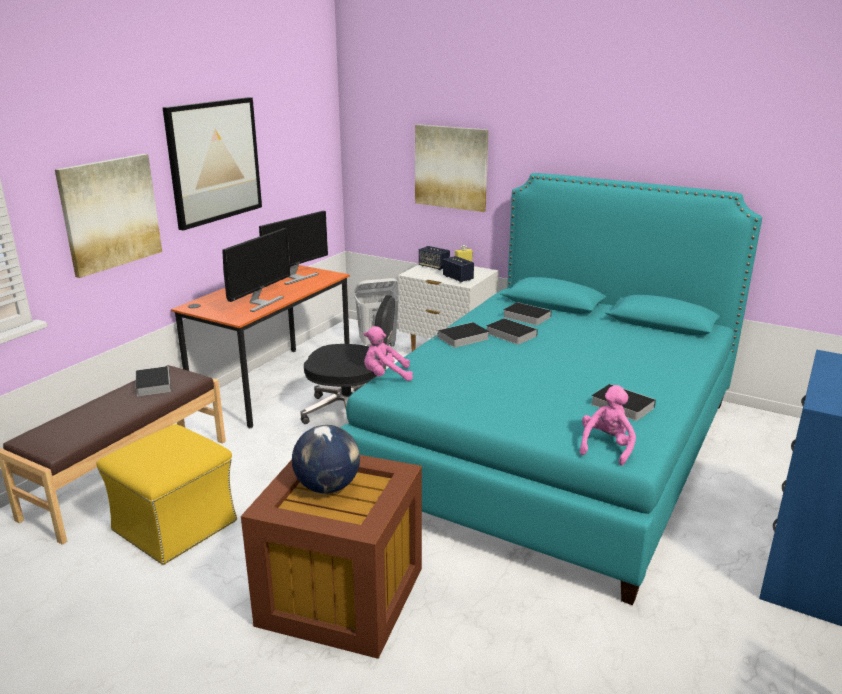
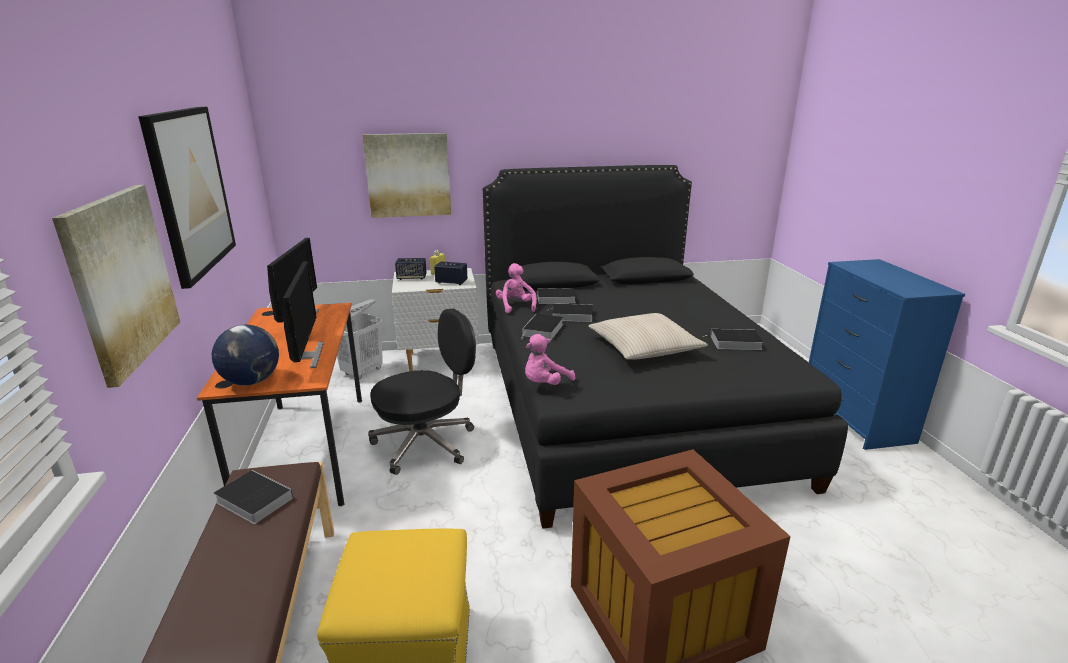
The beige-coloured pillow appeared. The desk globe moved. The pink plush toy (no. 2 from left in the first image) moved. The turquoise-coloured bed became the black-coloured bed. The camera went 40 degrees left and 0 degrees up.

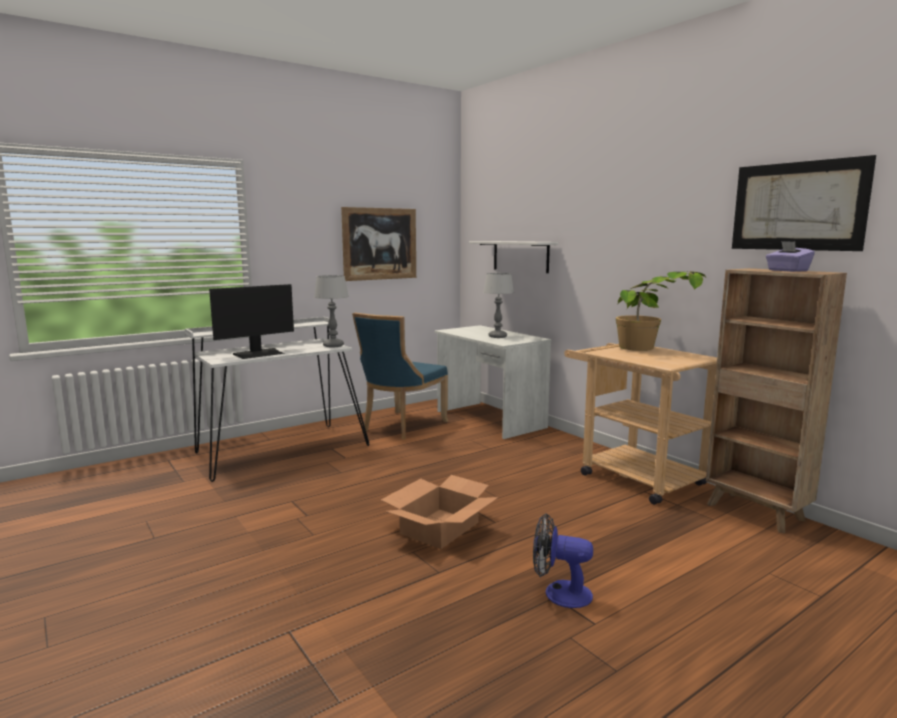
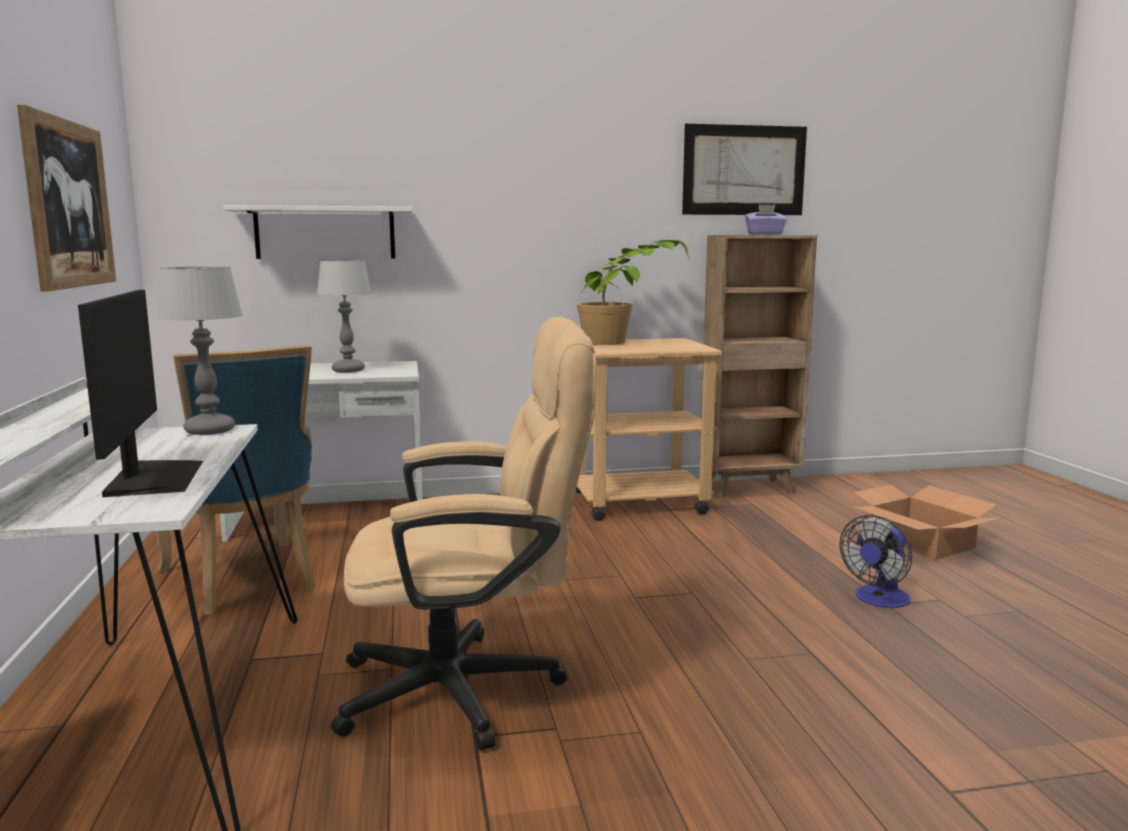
The beige-coloured desk chair appeared. The carton moved. The camera went 65 degrees left and 0 degrees up.

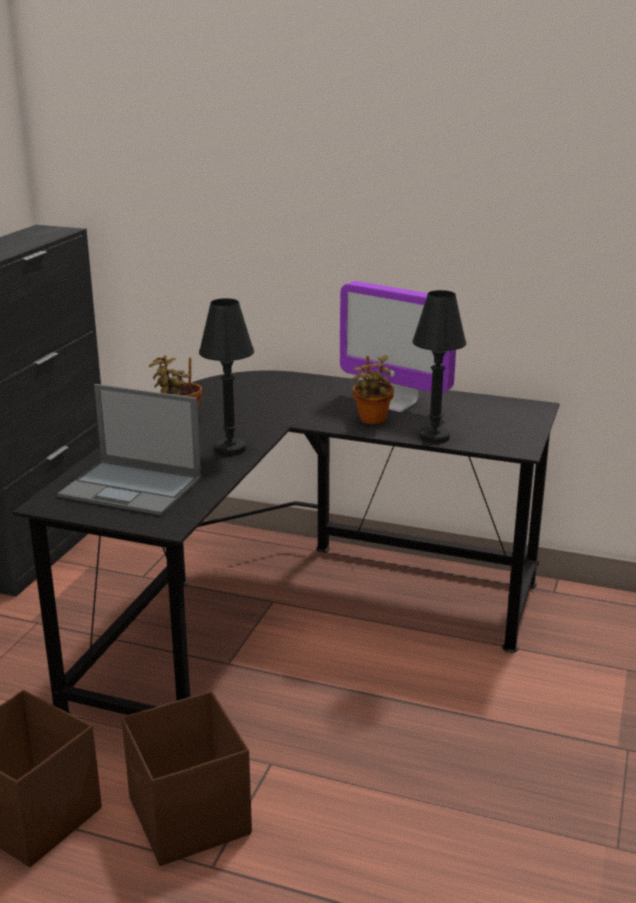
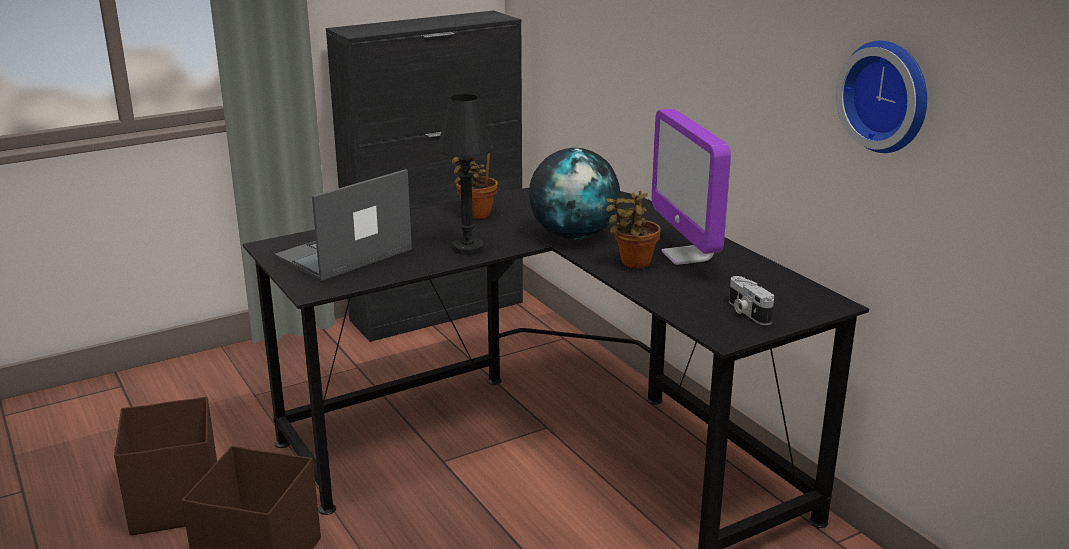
The black-coloured lamp for a table (no. 2 from left) disappeared. The desk globe appeared. The still camera appeared. The clock on the wall appeared. The notebook computer turned 75 degrees clockwise. The camera went 40 degrees right and 0 degrees up.

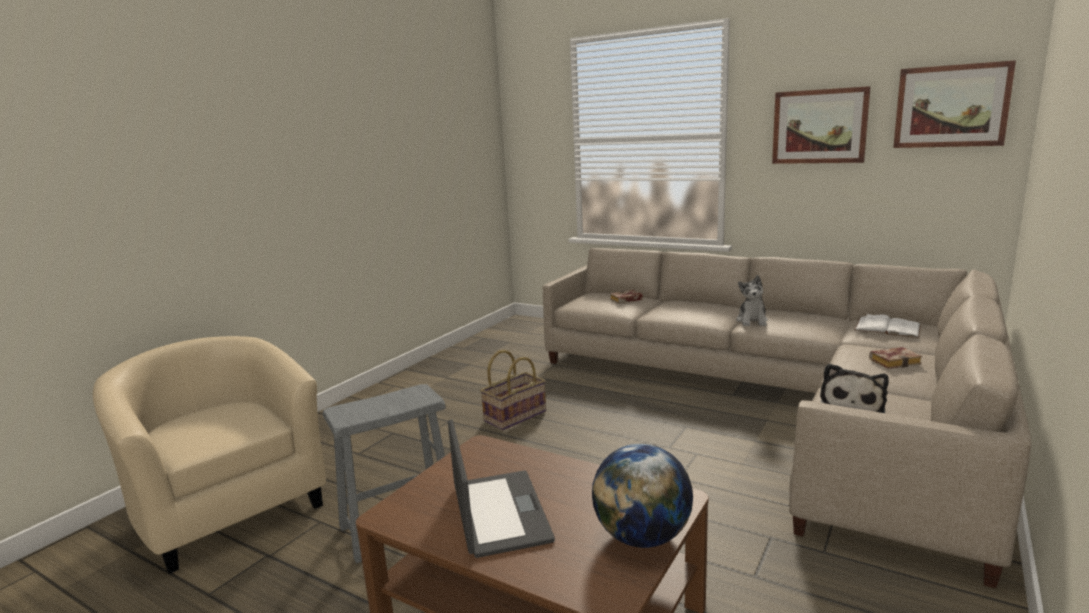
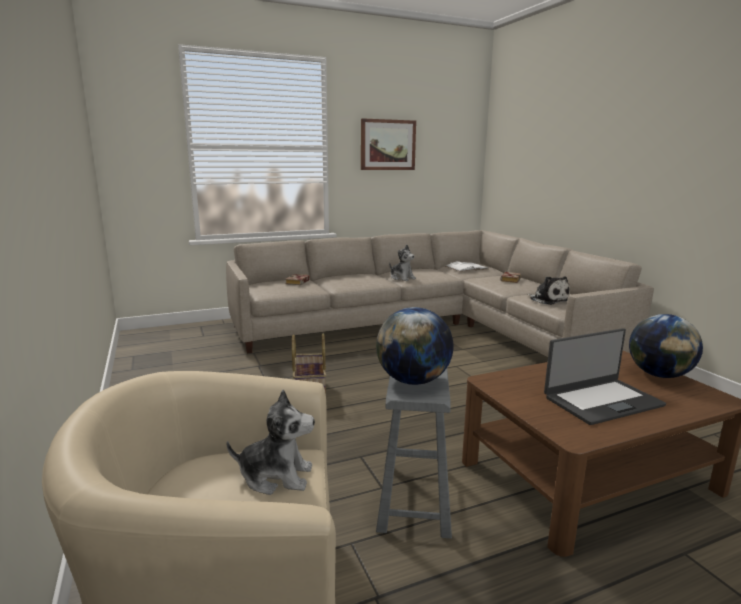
The picture (no. 2 from left) disappeared. The plush toy (no. 1 from left) appeared. The desk globe (no. 1 from left) appeared. The notebook computer turned 135 degrees clockwise. The camera went 55 degrees left and 0 degrees up.

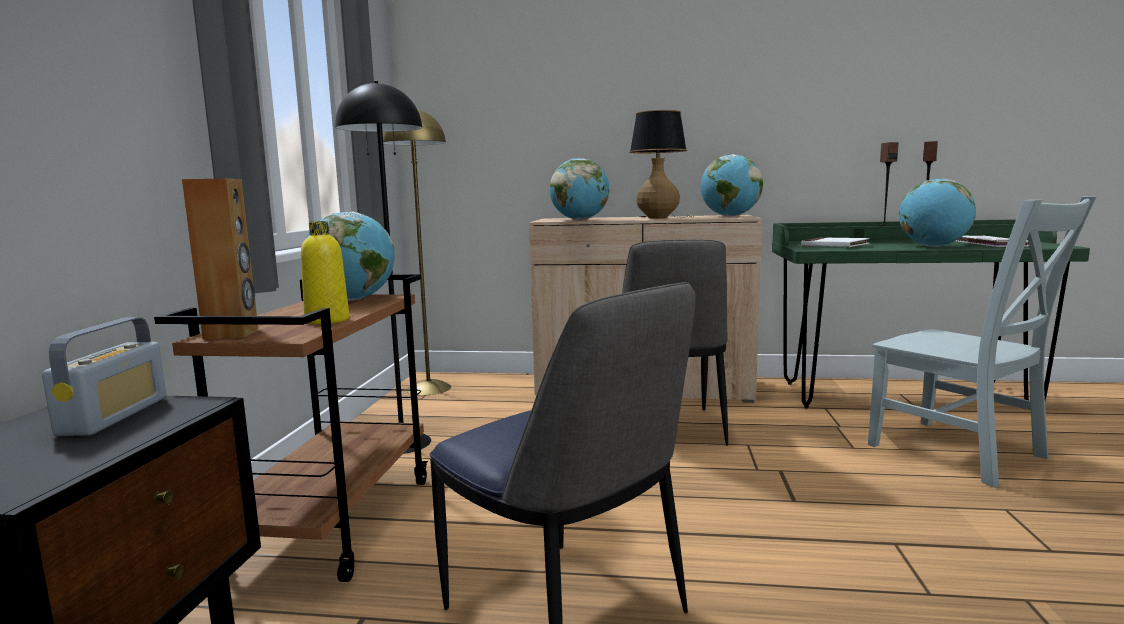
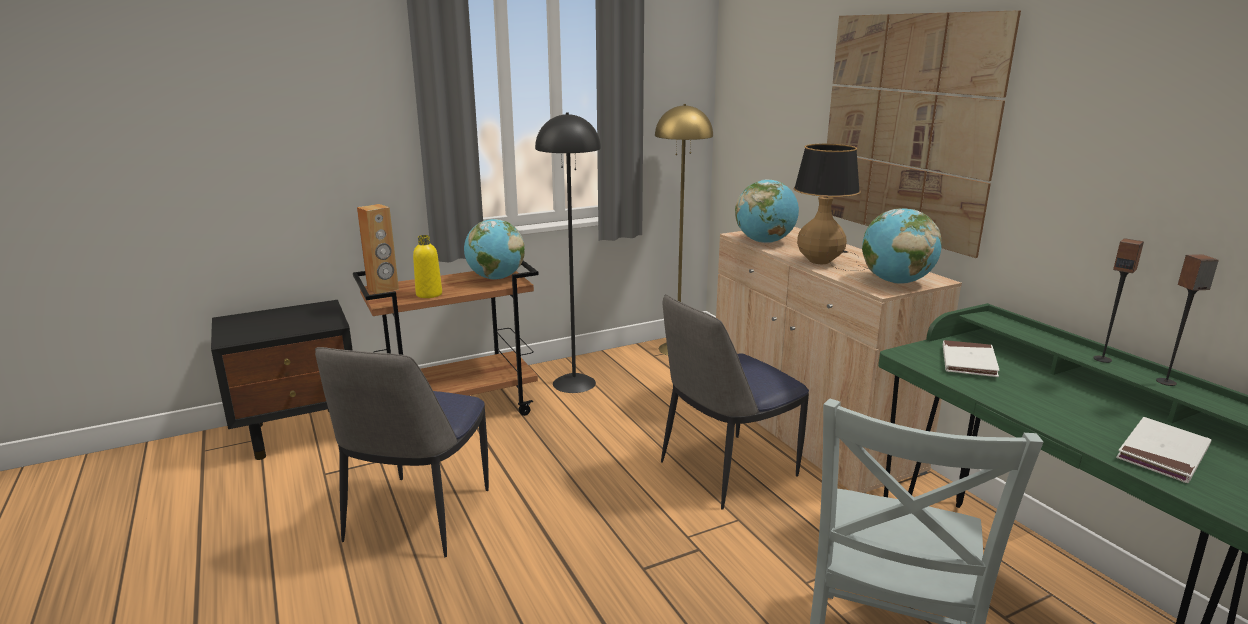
The radio receiver disappeared. The desk globe (no. 4 from left) disappeared. The picture appeared. The camera went 55 degrees right and 10 degrees up.

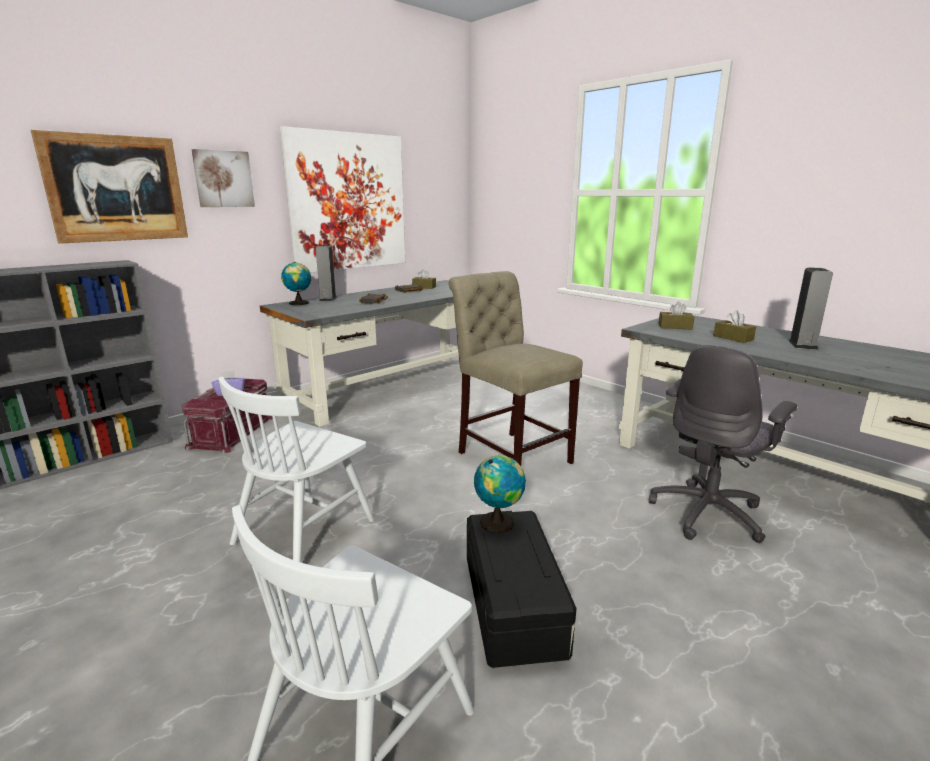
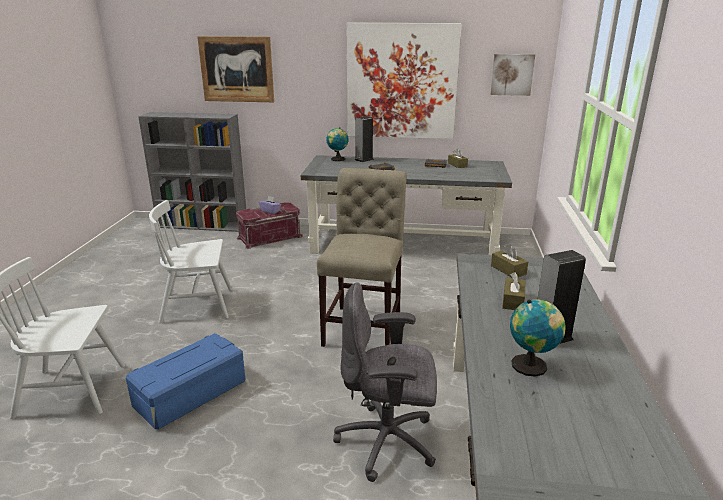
The picture (no. 2 from left in the first image) moved. The desk globe (no. 2 from left) moved. The black-coloured storage container became the blue-coloured storage container. The camera went 50 degrees right and 5 degrees up.

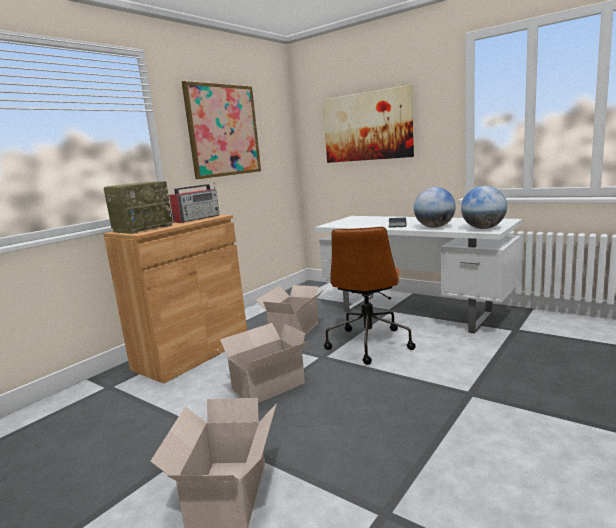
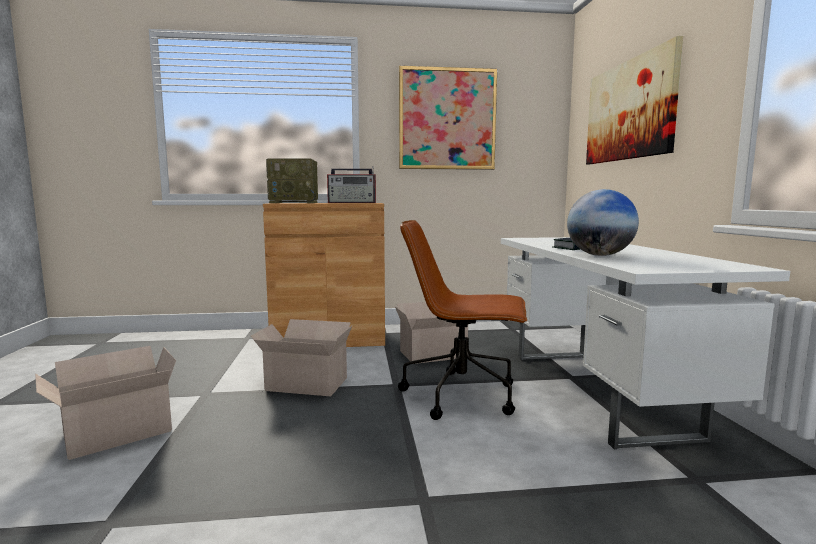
The desk globe (no. 2 from left) disappeared. The brown-coloured desk chair turned 45 degrees clockwise. The camera went 45 degrees right and 5 degrees down.

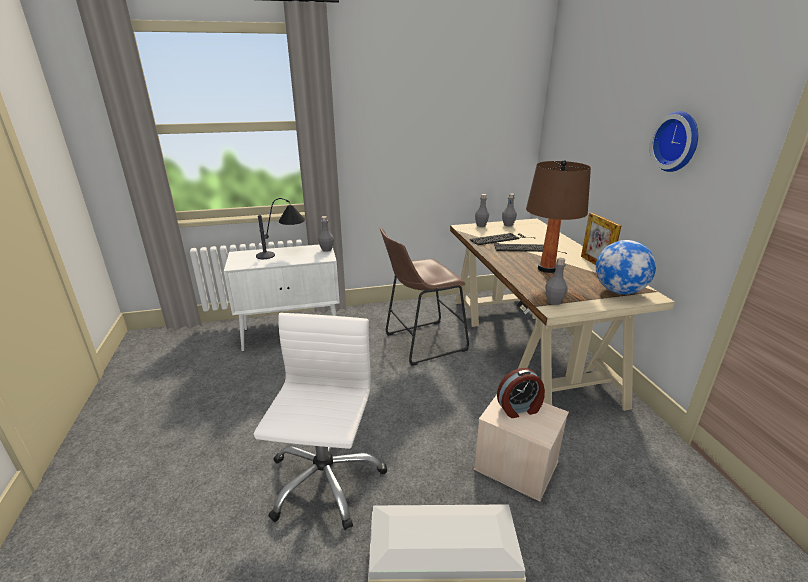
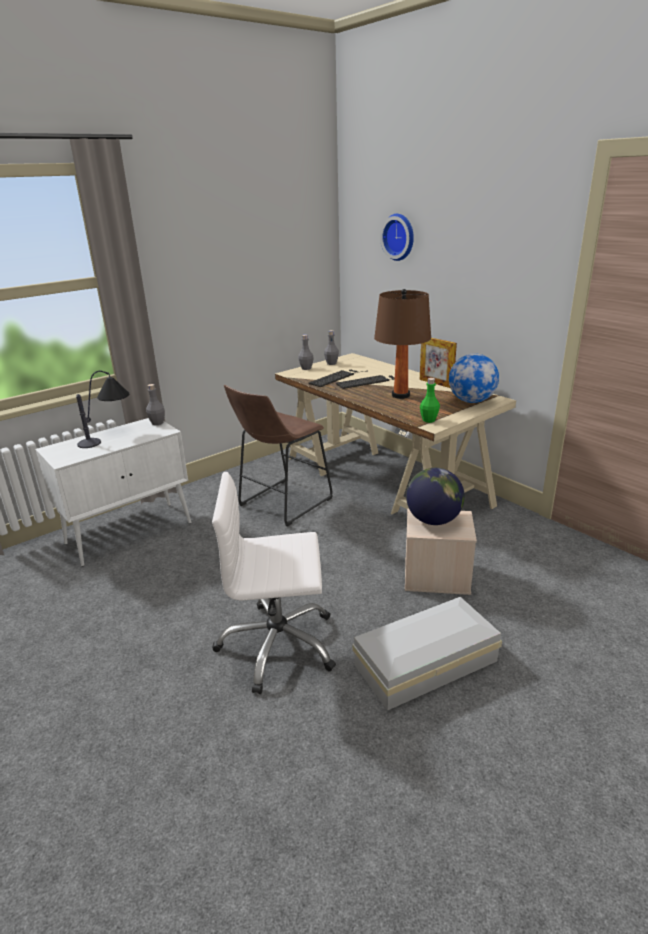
The clock on the wall moved. The alarm clock was replaced by the desk globe (no. 1 from left). The greyish beverage bottle (no. 4 from left) became the green-coloured beverage bottle. The white-coloured desk chair turned 75 degrees counterclockwise. The camera went 25 degrees left and 0 degrees up.

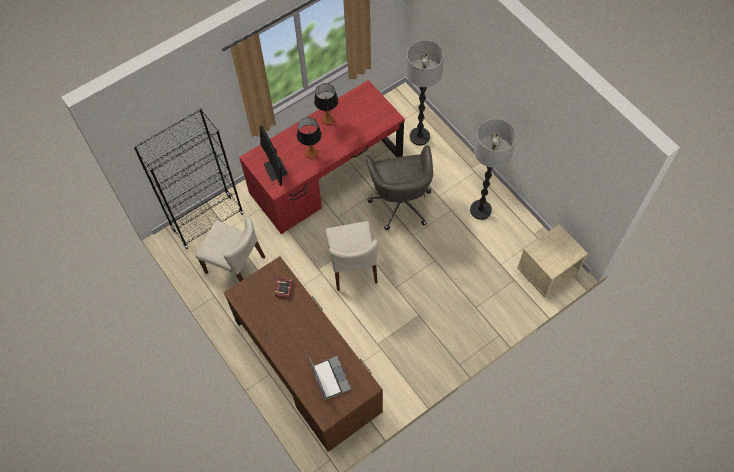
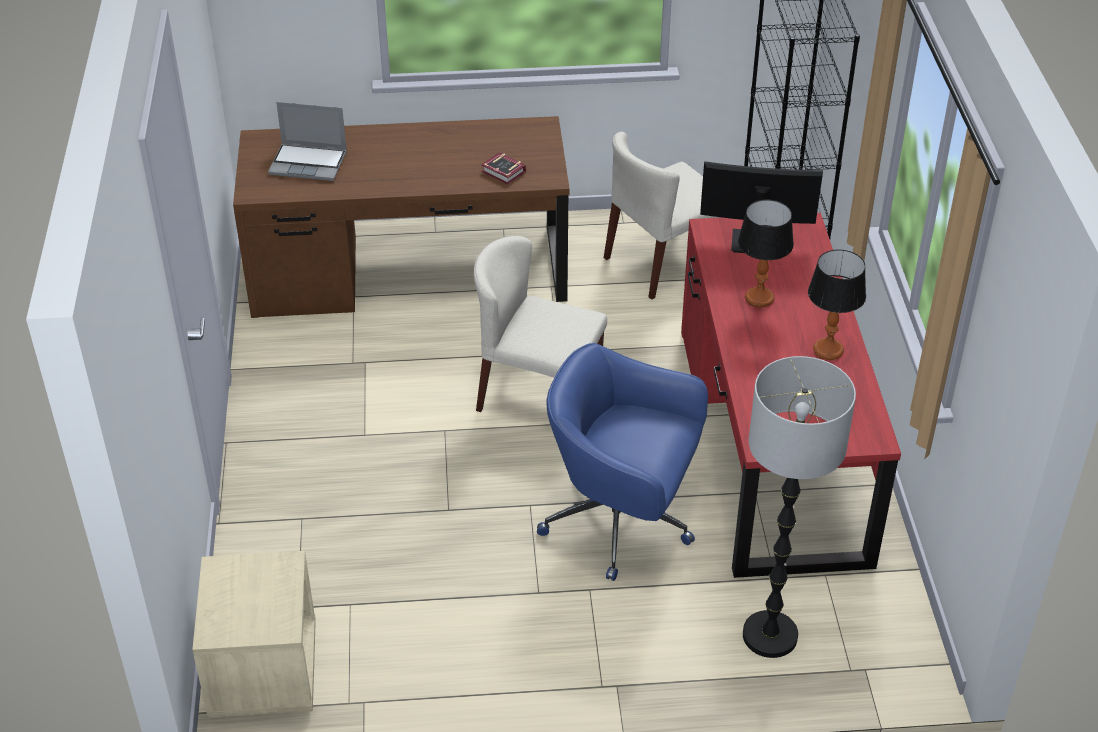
The standing lamp (no. 2 from left) disappeared. The greyish desk chair became the blue-coloured desk chair. The camera went 120 degrees right and 20 degrees down.

